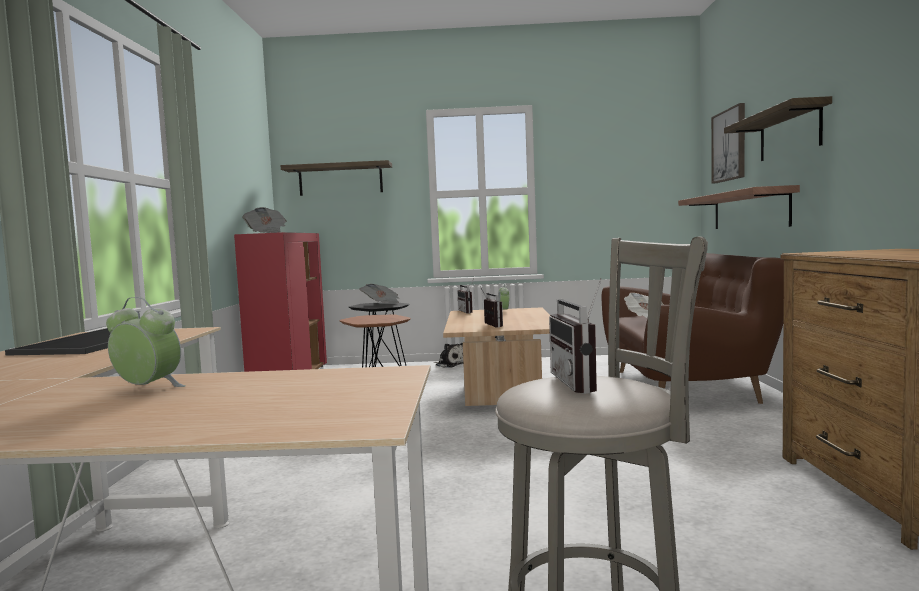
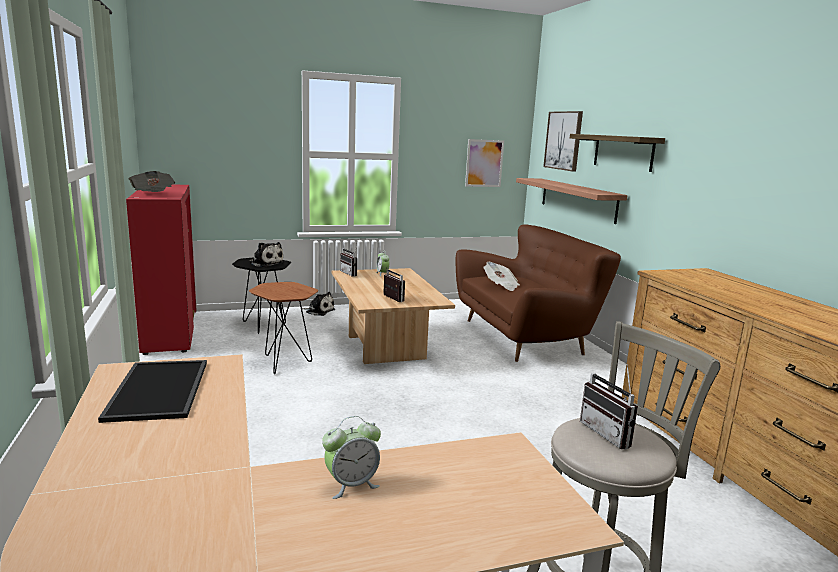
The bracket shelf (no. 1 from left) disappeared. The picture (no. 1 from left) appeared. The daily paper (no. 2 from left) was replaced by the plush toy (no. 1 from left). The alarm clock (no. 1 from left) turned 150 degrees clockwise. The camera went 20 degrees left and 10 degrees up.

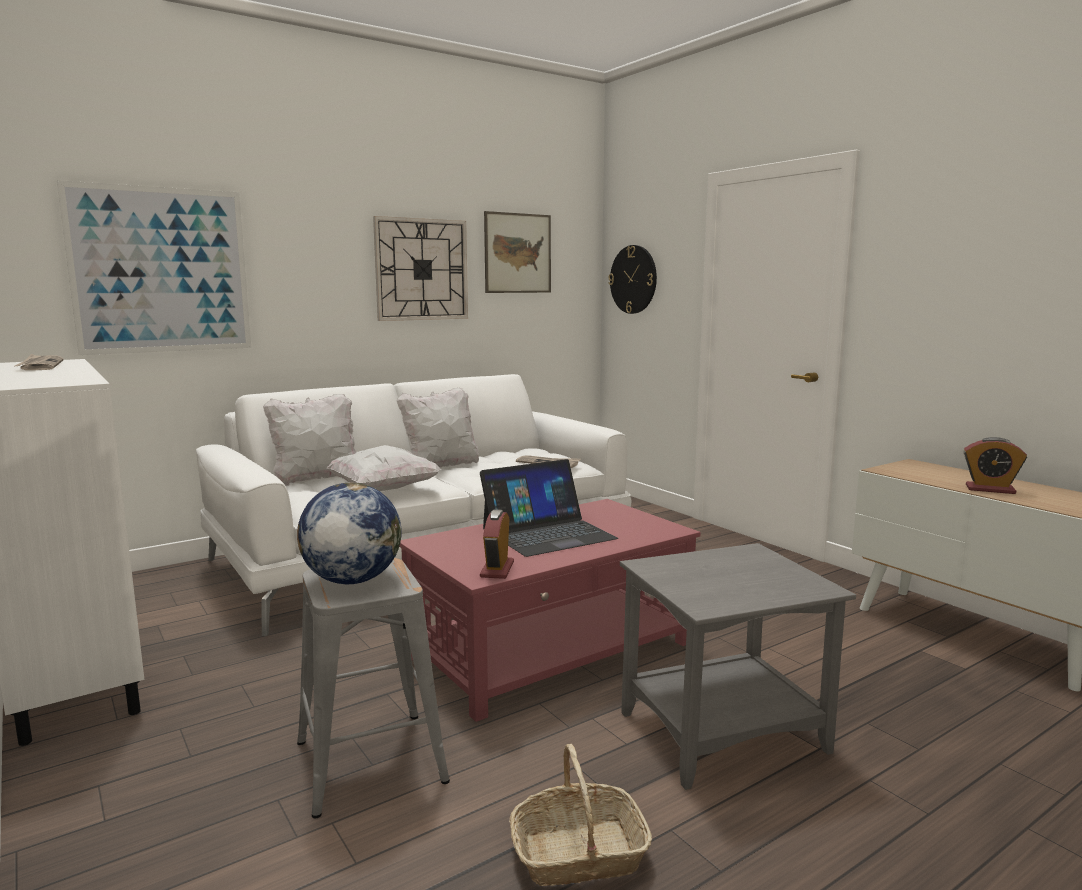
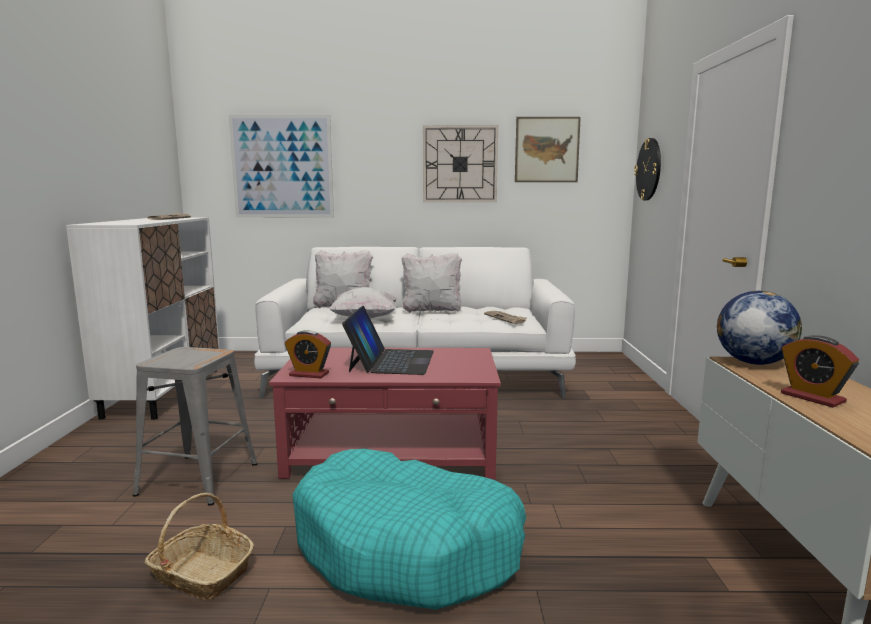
The desk globe moved. The greyish side table was replaced by the turquoise-coloured dog cushion. The notebook computer turned 90 degrees counterclockwise. The alarm clock (no. 1 from left) turned 120 degrees counterclockwise. The camera went 35 degrees right and 0 degrees up.

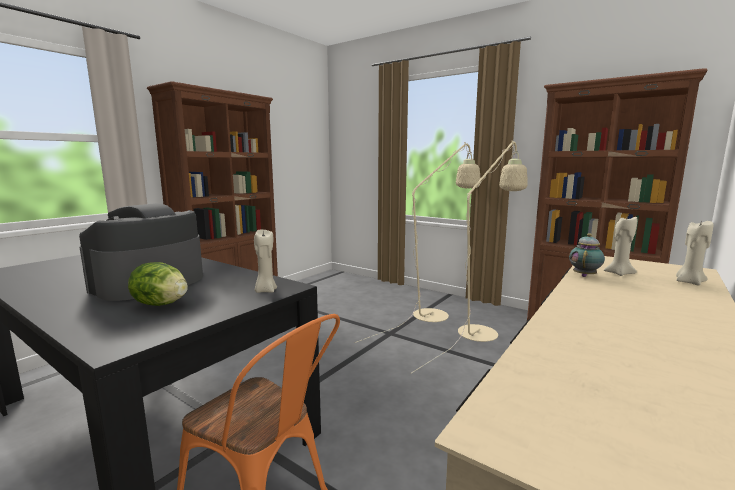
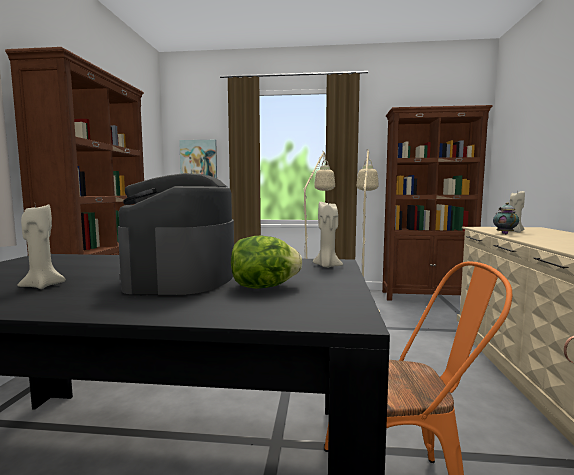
The picture appeared. The beige-coloured wax light (no. 3 from left in the first image) moved. The camera went 30 degrees left and 5 degrees down.

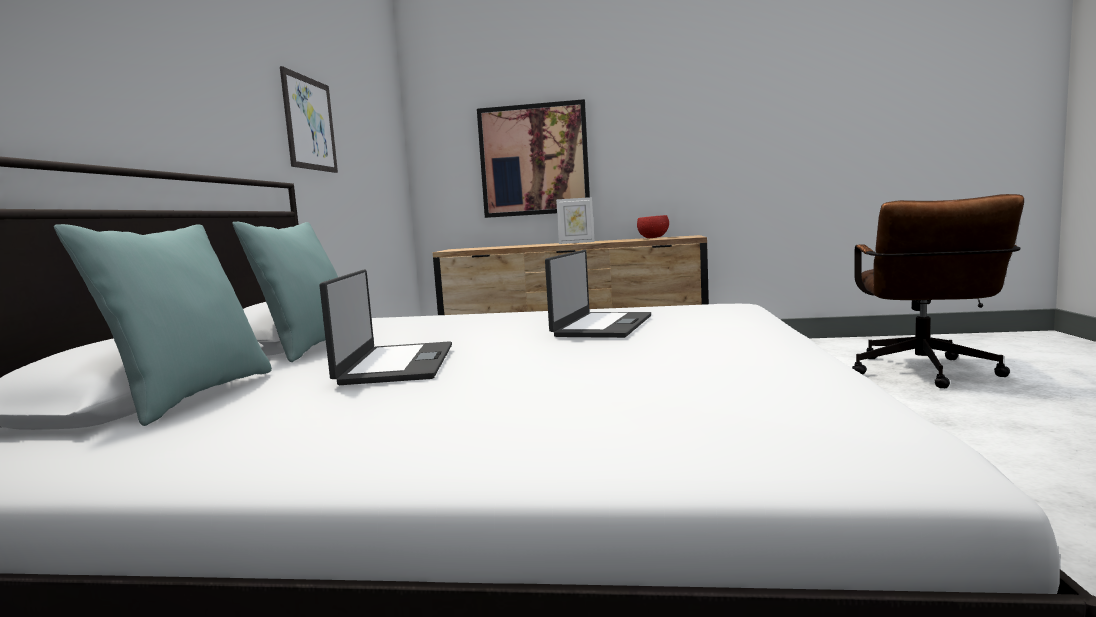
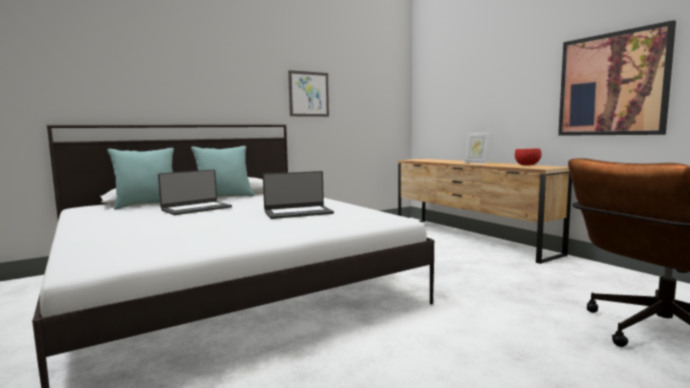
The picture (no. 2 from left) moved. The camera went 50 degrees right and 0 degrees up.

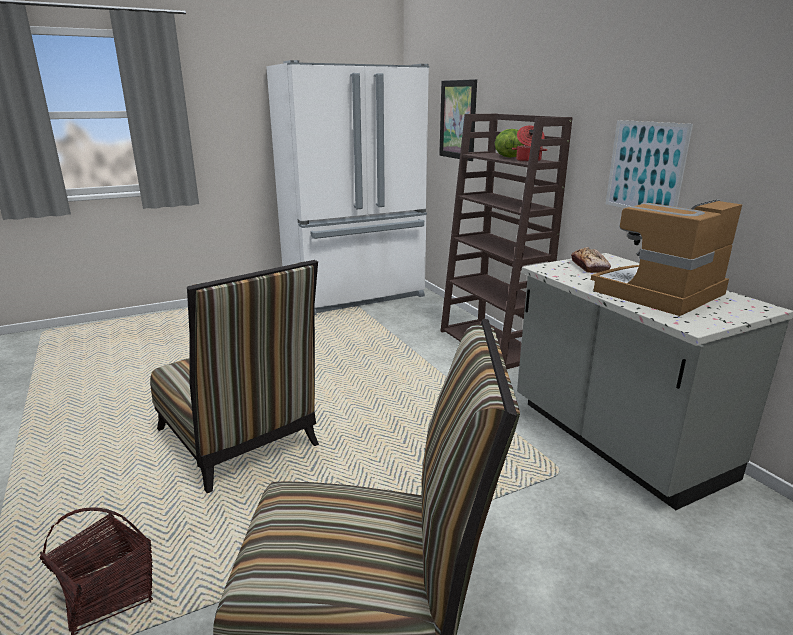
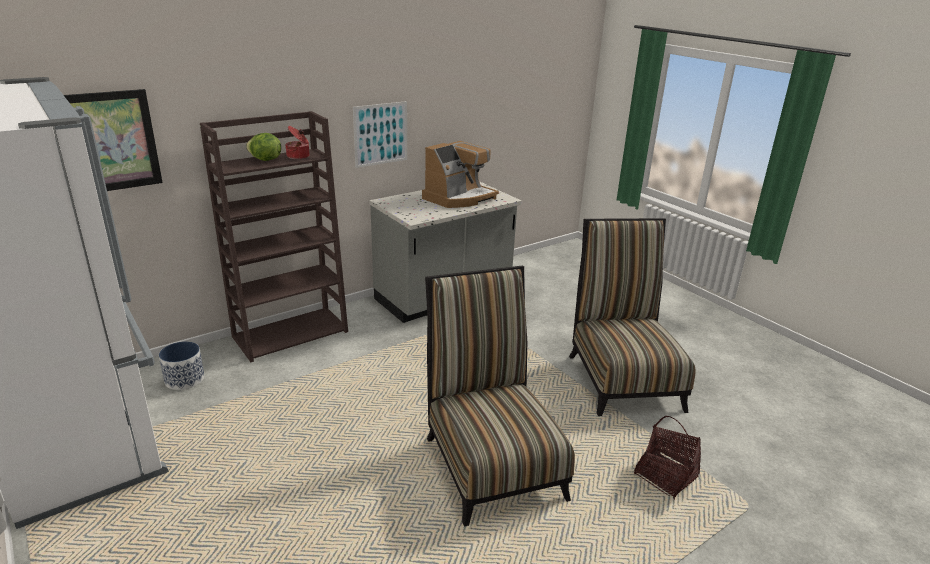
The bakery bread disappeared. The flower pot appeared. The upright chair (no. 1 from left) turned 60 degrees counterclockwise. The coffee maker turned 90 degrees counterclockwise. The camera went 100 degrees left and 5 degrees up.

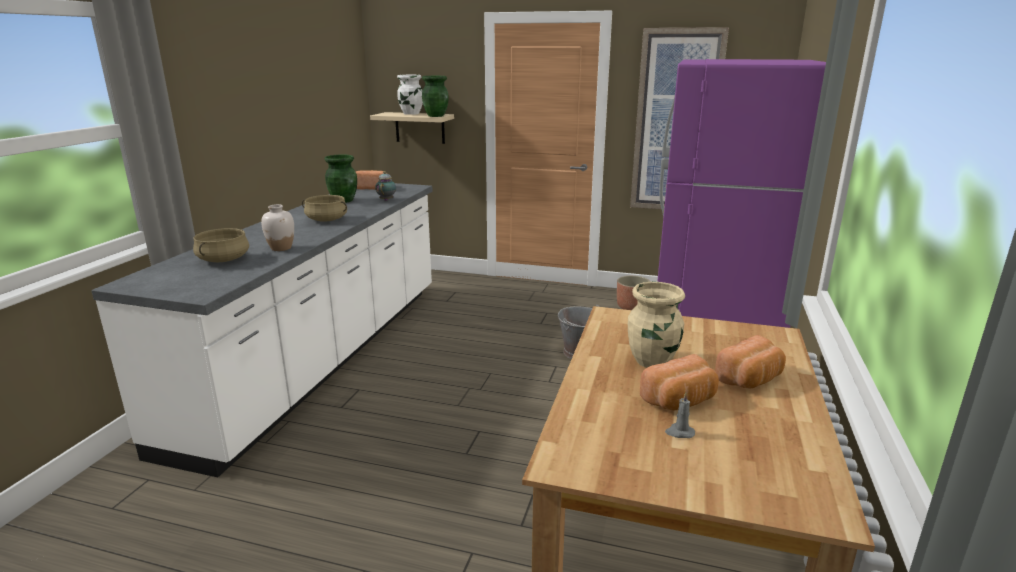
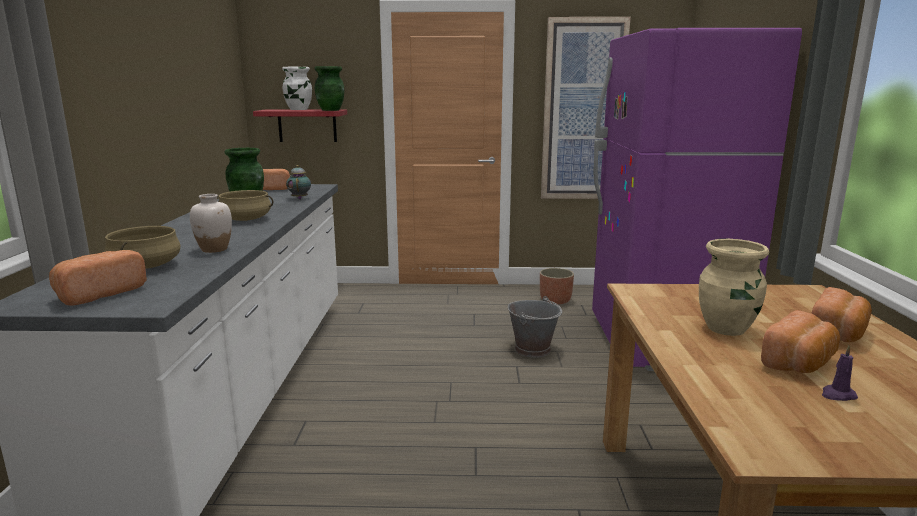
The bakery bread (no. 1 from left) appeared. The beige-coloured bracket shelf became the red-coloured bracket shelf. The greyish wax light became the purple-coloured wax light. The camera went 15 degrees left and 5 degrees down.

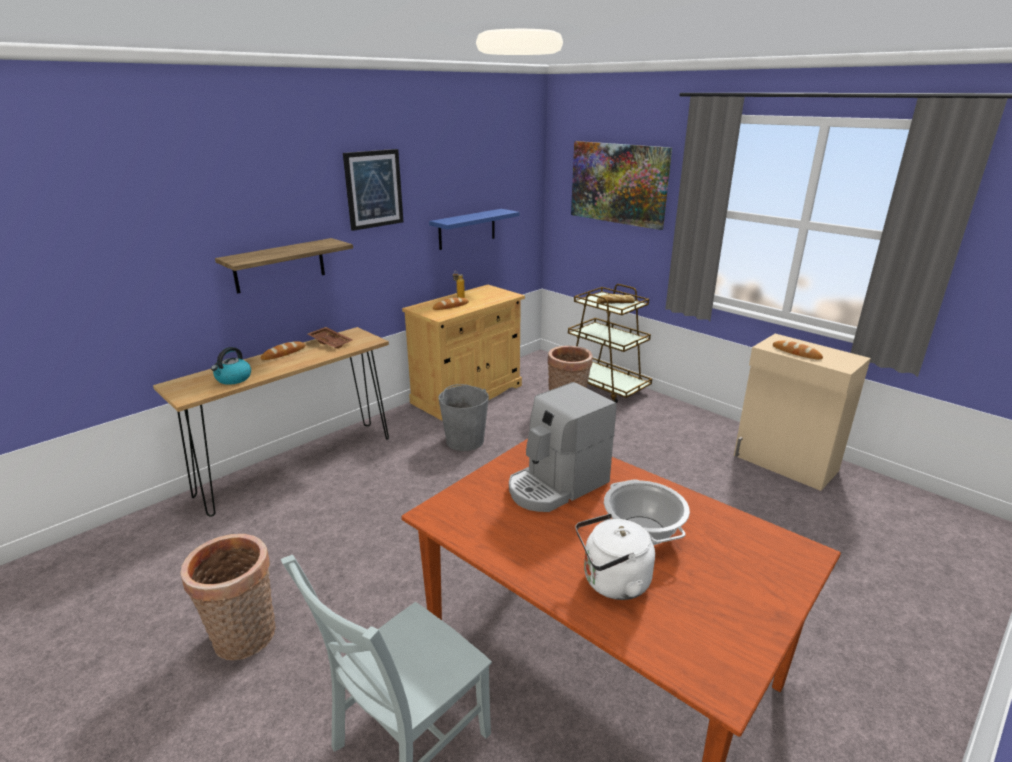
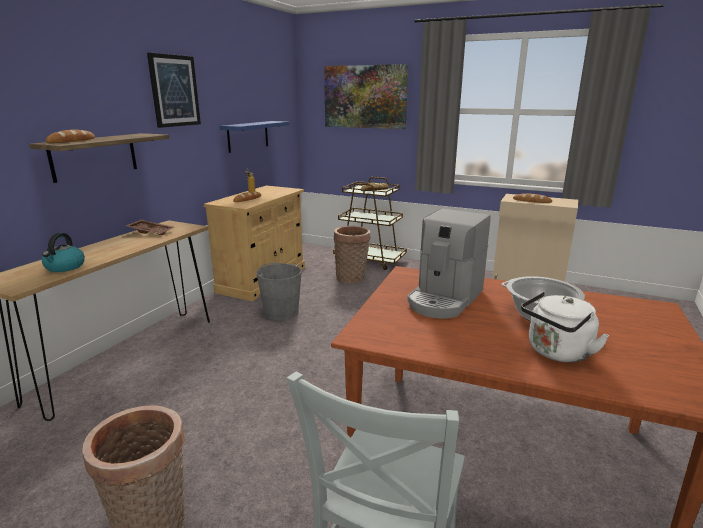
The bakery bread (no. 1 from left) moved. The camera went 20 degrees left and 5 degrees down.

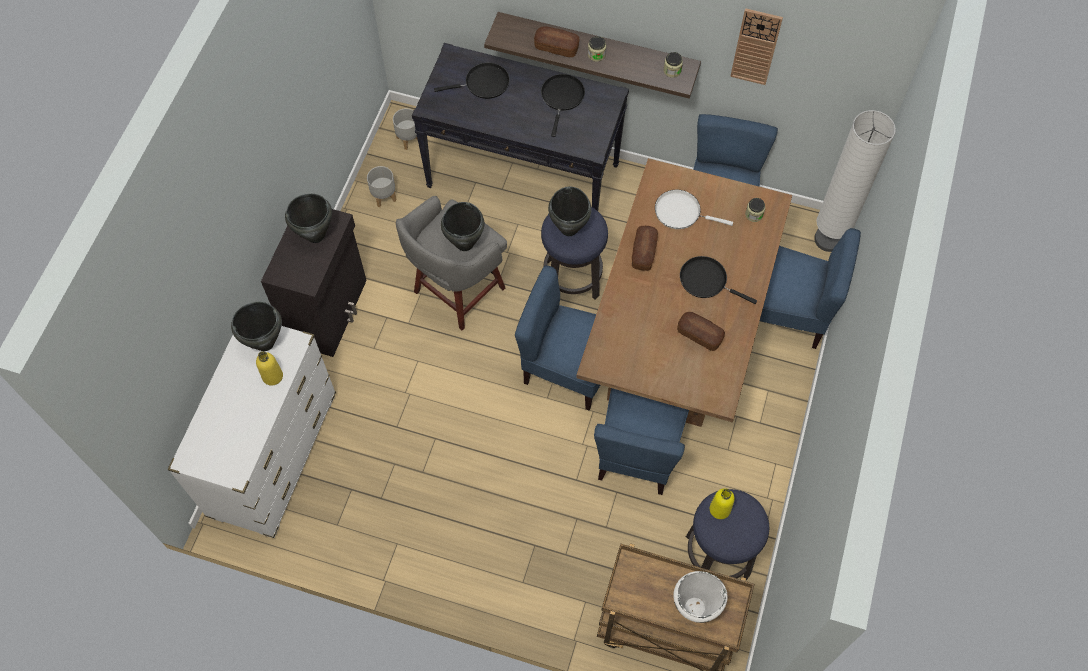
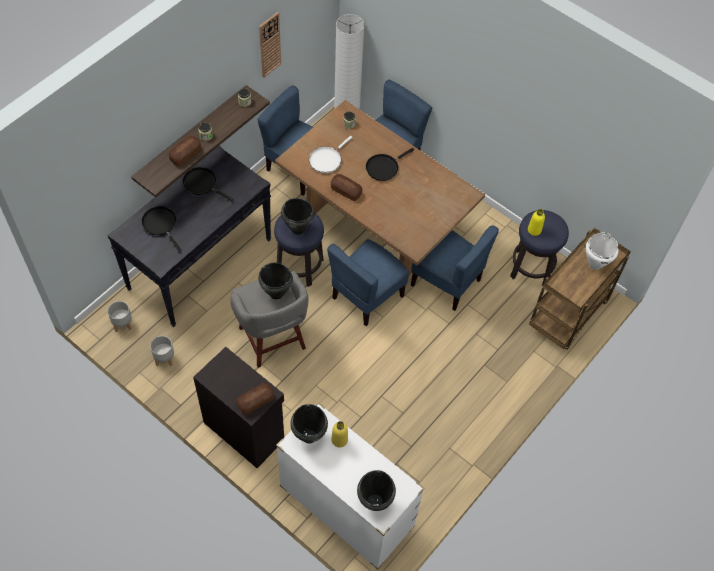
The black-coloured cooking pot (no. 2 from left in the first image) moved. The bakery bread (no. 3 from left in the first image) moved. The black-coloured skillet (no. 1 from left) turned 45 degrees counterclockwise. The camera went 70 degrees left and 5 degrees down.

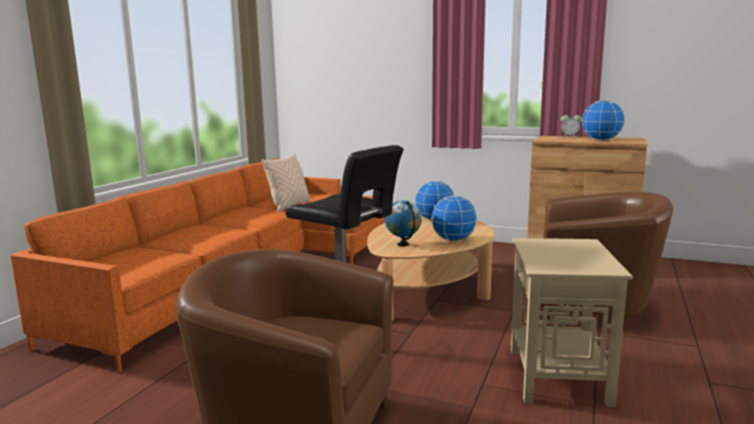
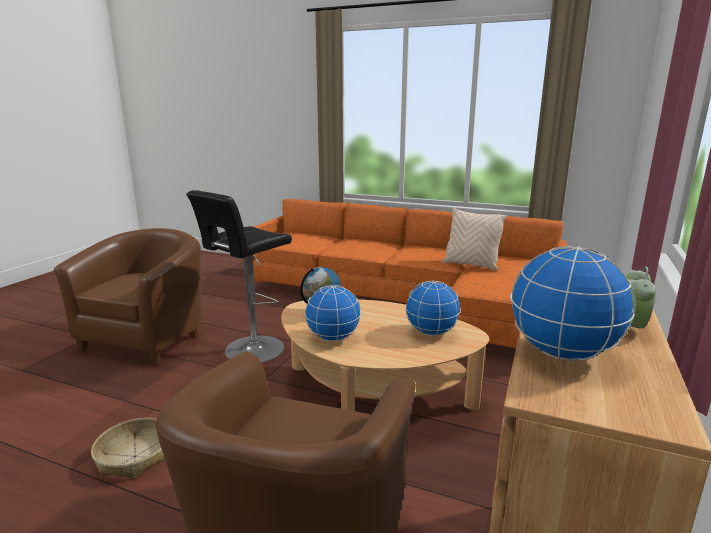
The beige-coloured side table was replaced by the household basket. The camera went 90 degrees right and 5 degrees up.

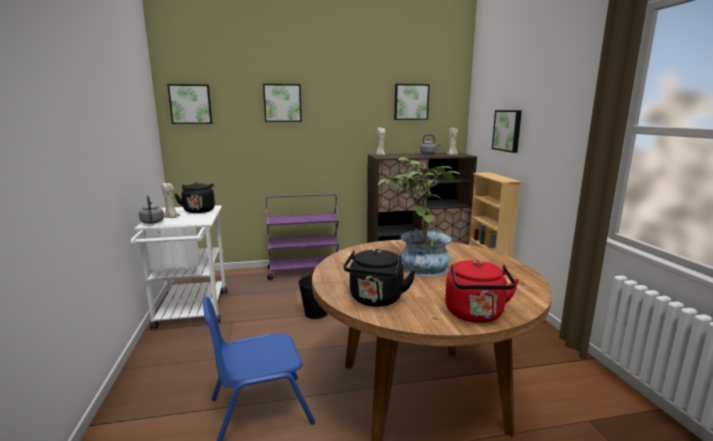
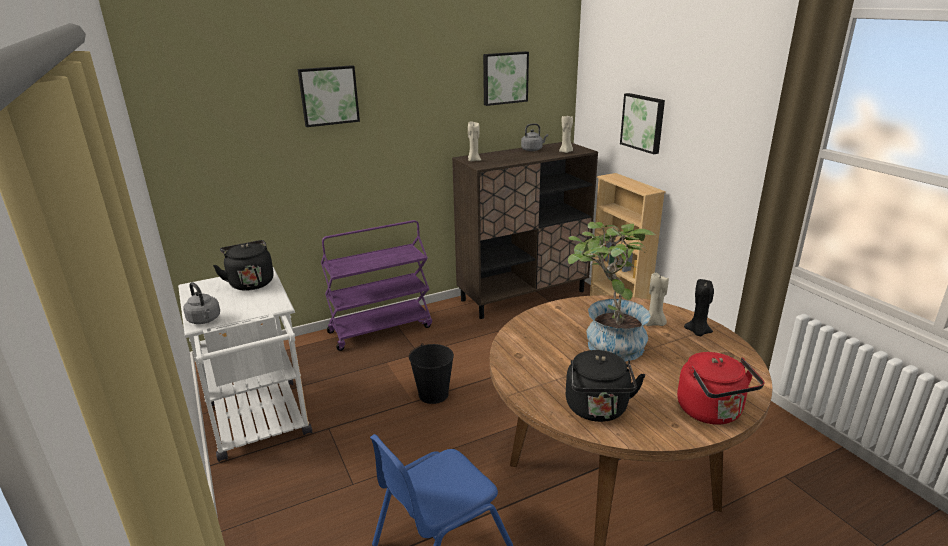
The picture (no. 1 from left) disappeared. The black-coloured wax light appeared. The beige-coloured wax light (no. 1 from left in the first image) moved. The camera went 15 degrees left and 10 degrees up.

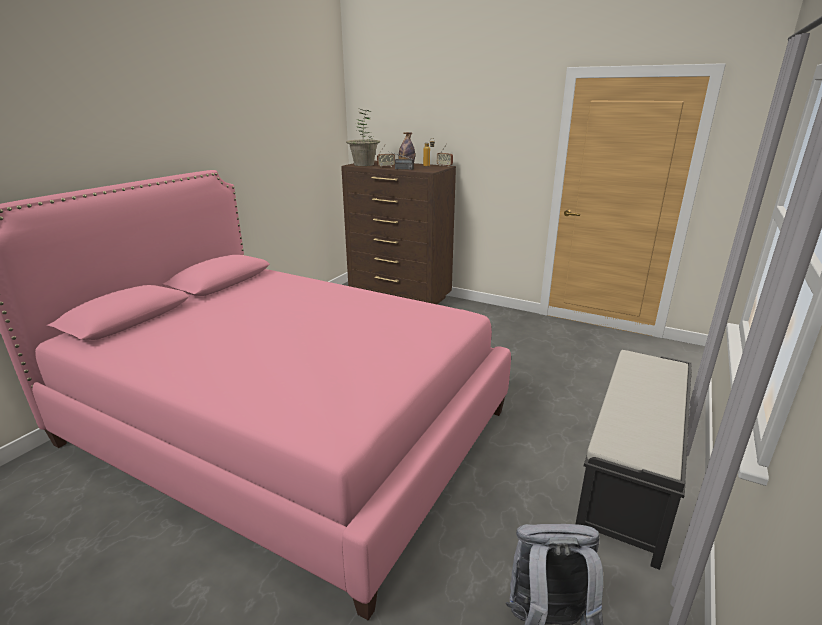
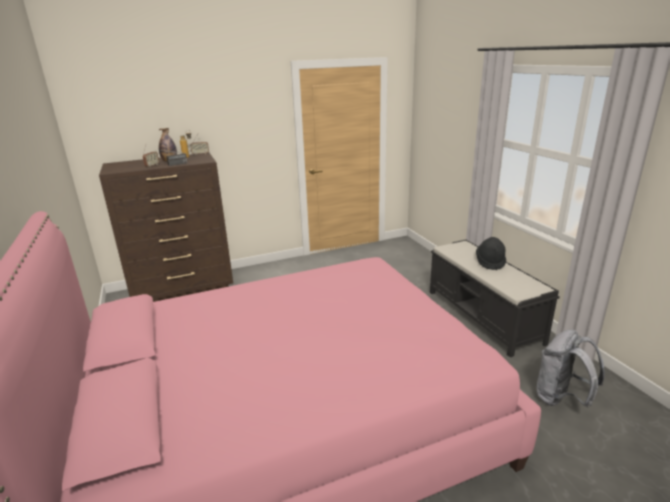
The plant in a pot disappeared. The black-coloured wearable hat appeared. The camera went 50 degrees left and 0 degrees up.

